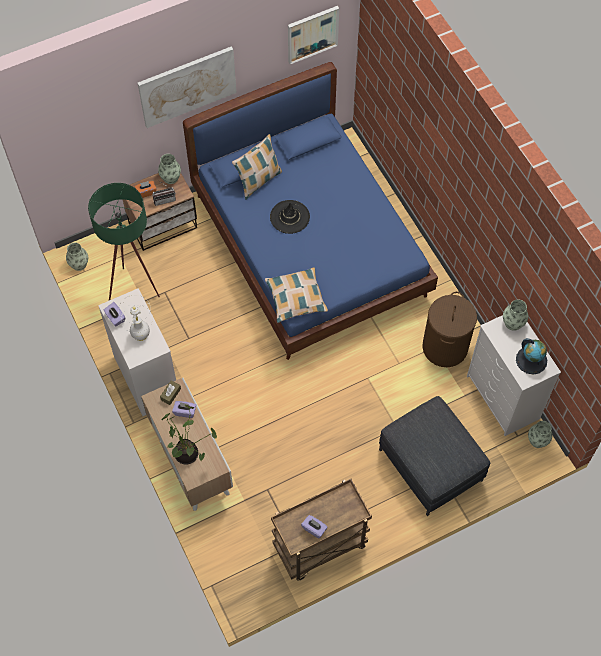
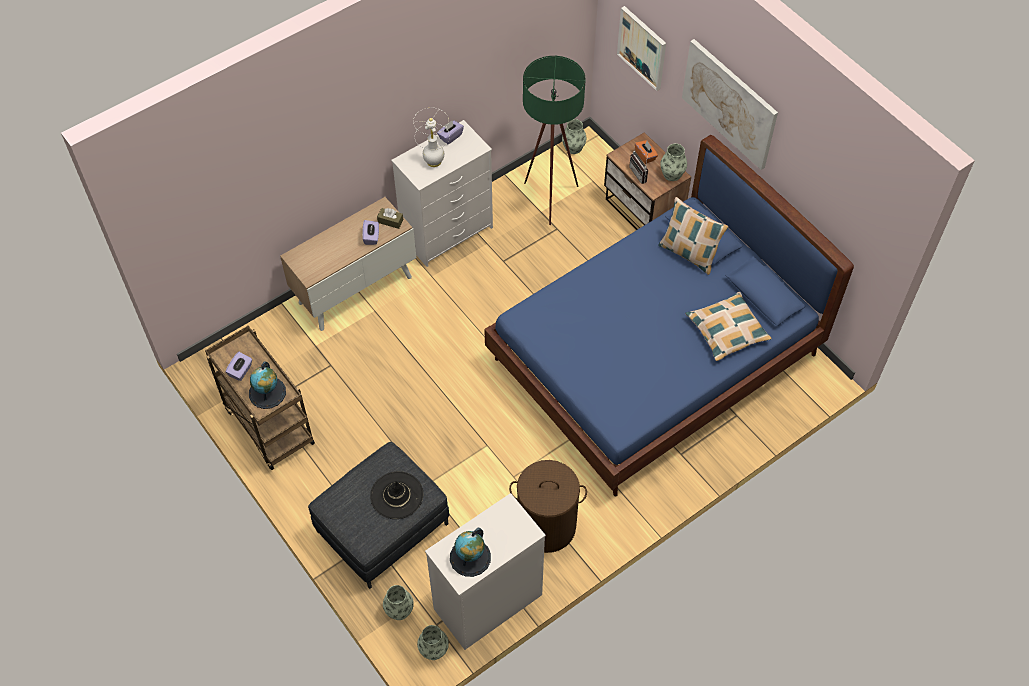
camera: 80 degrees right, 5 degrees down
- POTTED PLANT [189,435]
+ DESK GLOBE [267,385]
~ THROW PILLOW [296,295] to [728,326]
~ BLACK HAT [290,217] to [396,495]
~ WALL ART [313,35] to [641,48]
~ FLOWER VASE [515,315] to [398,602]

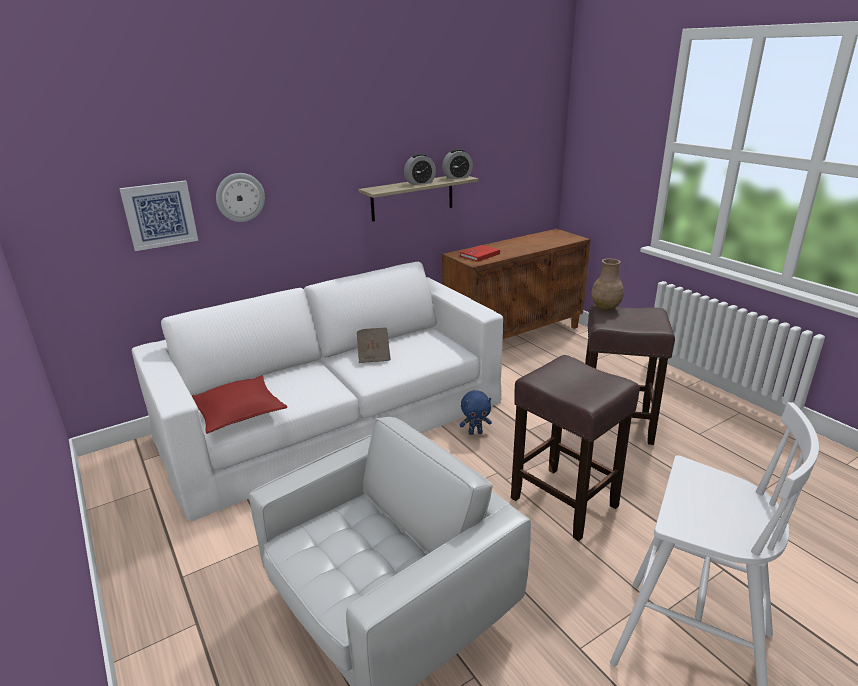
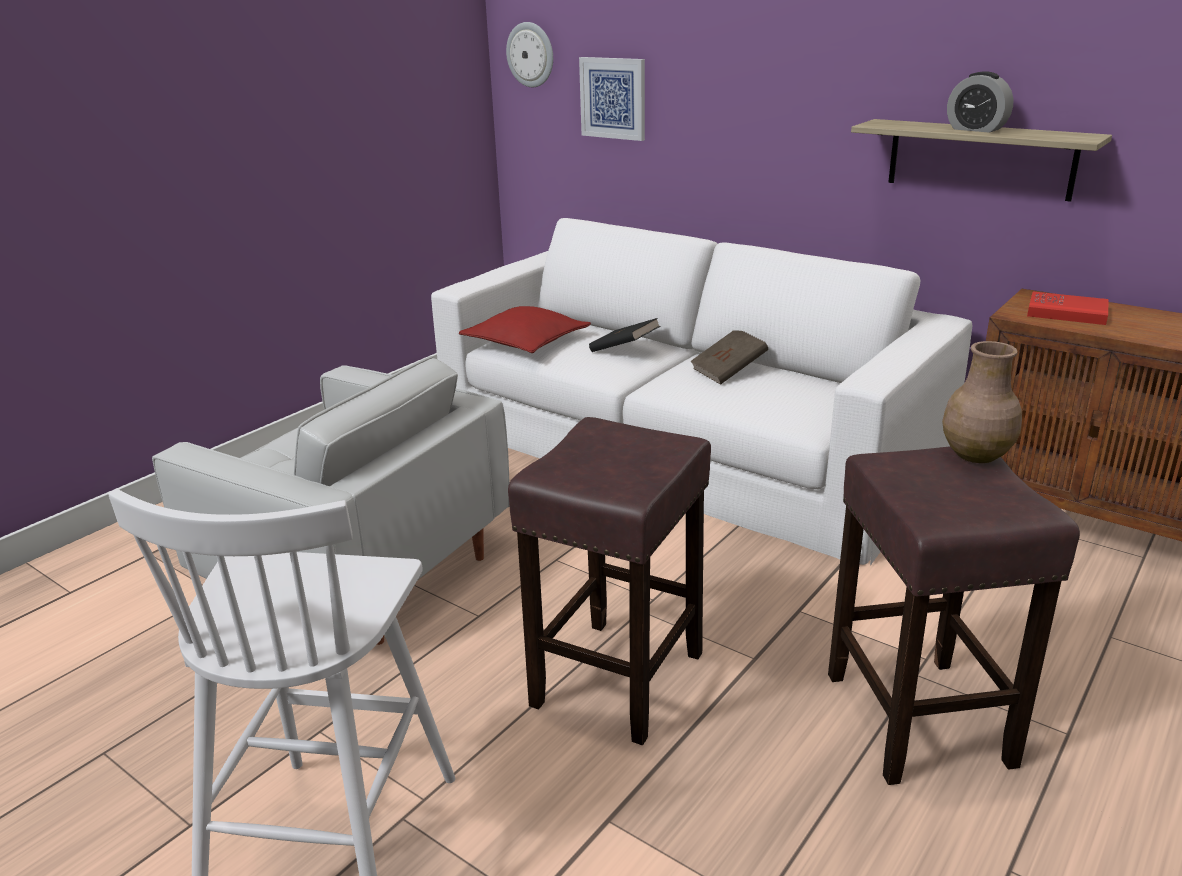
camera: 70 degrees right, 0 degrees up
- TABLE CLOCK [457,164]
- BLUISH PLUSH TOY [475,412]
+ BLACK BOOK [625,335]
~ CLOCK ON THE WALL [240,197] to [529,54]

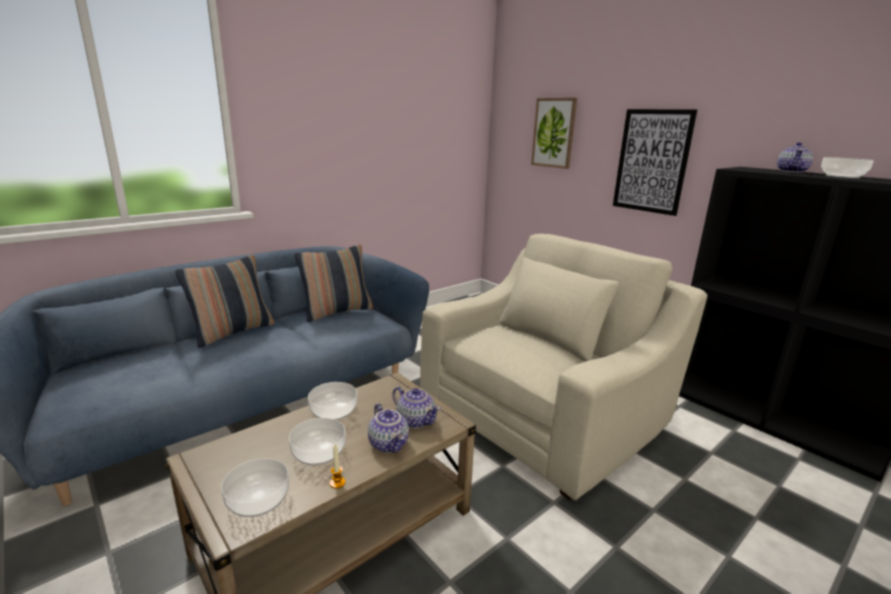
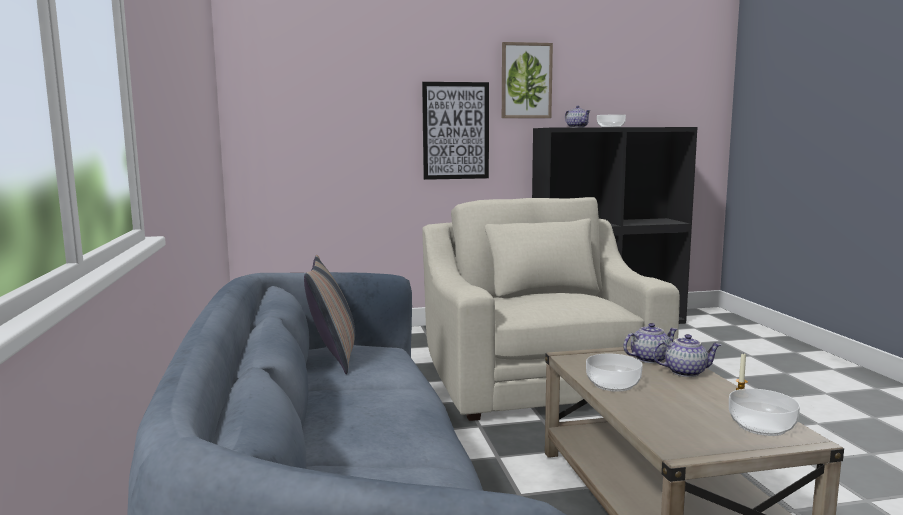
camera: 60 degrees left, 10 degrees down
- THROW PILLOW [224,301]
- SERVING BOWL [317,442]
~ WALL ART [554,133] to [527,80]

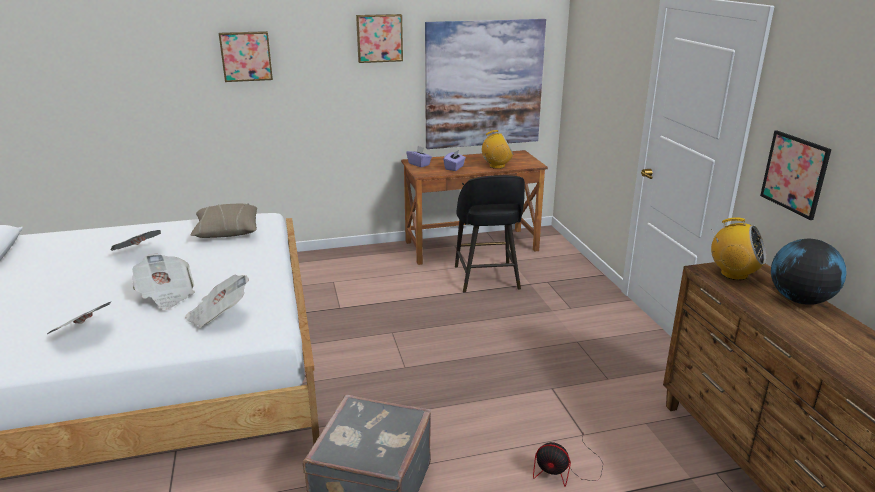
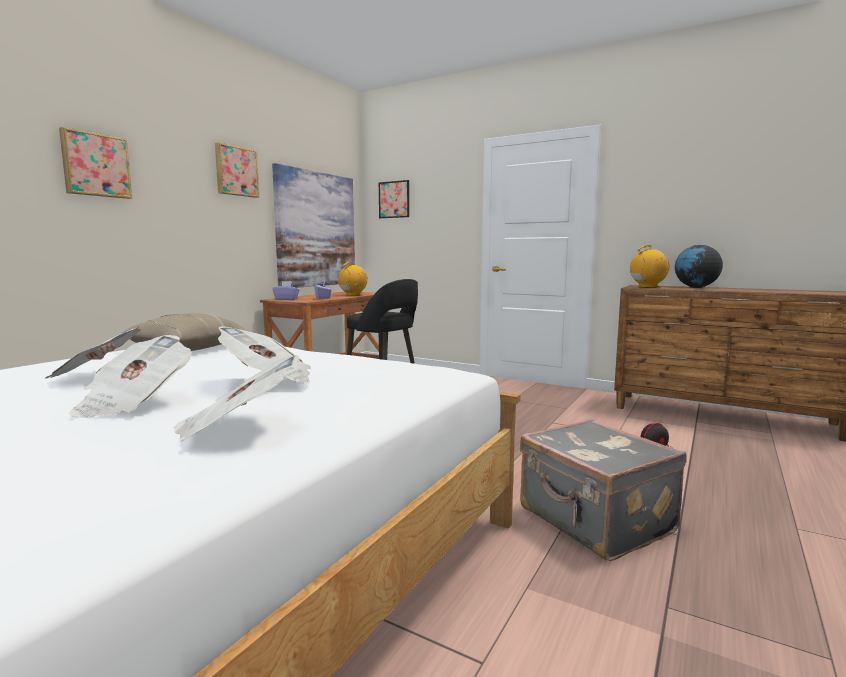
camera: 45 degrees left, 15 degrees down
~ DAILY PAPER [217,301] to [130,376]
~ WALL ART [796,175] to [394,199]

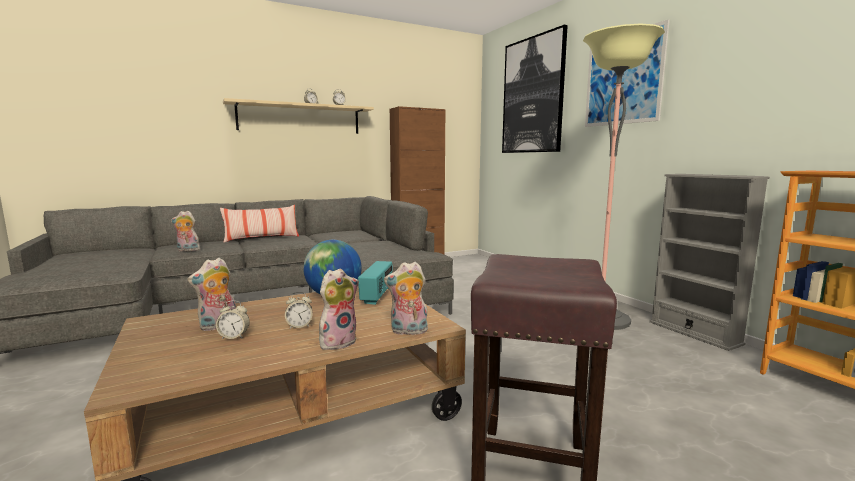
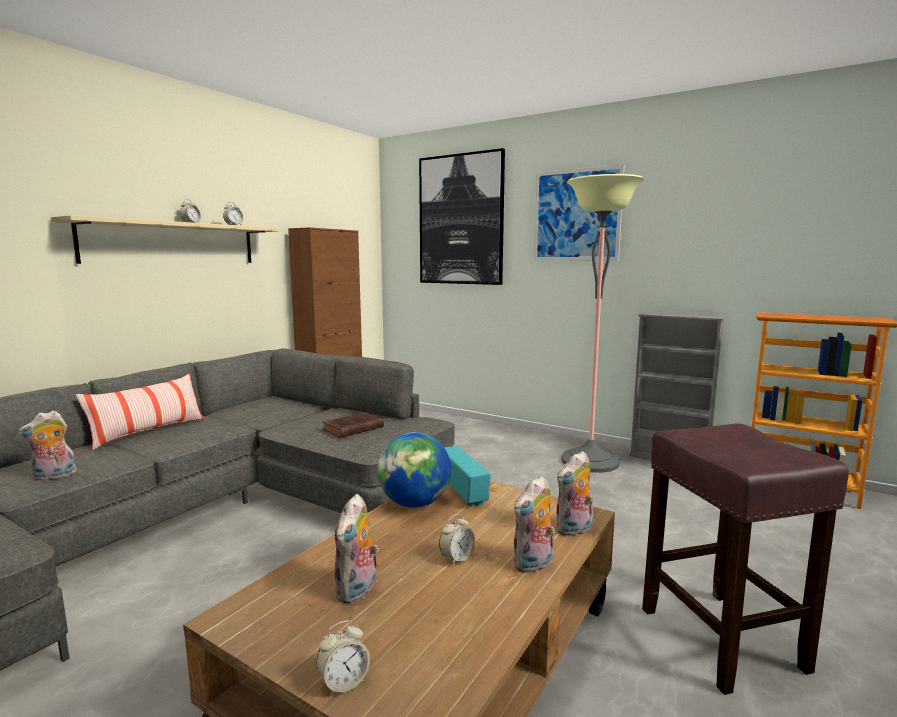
camera: 30 degrees left, 0 degrees up
+ BROWNISH BOOK [353,425]
~ TABLE CLOCK [233,319] to [343,658]
~ PLUSH TOY [339,309] = [534,524] 150 degrees counterclockwise

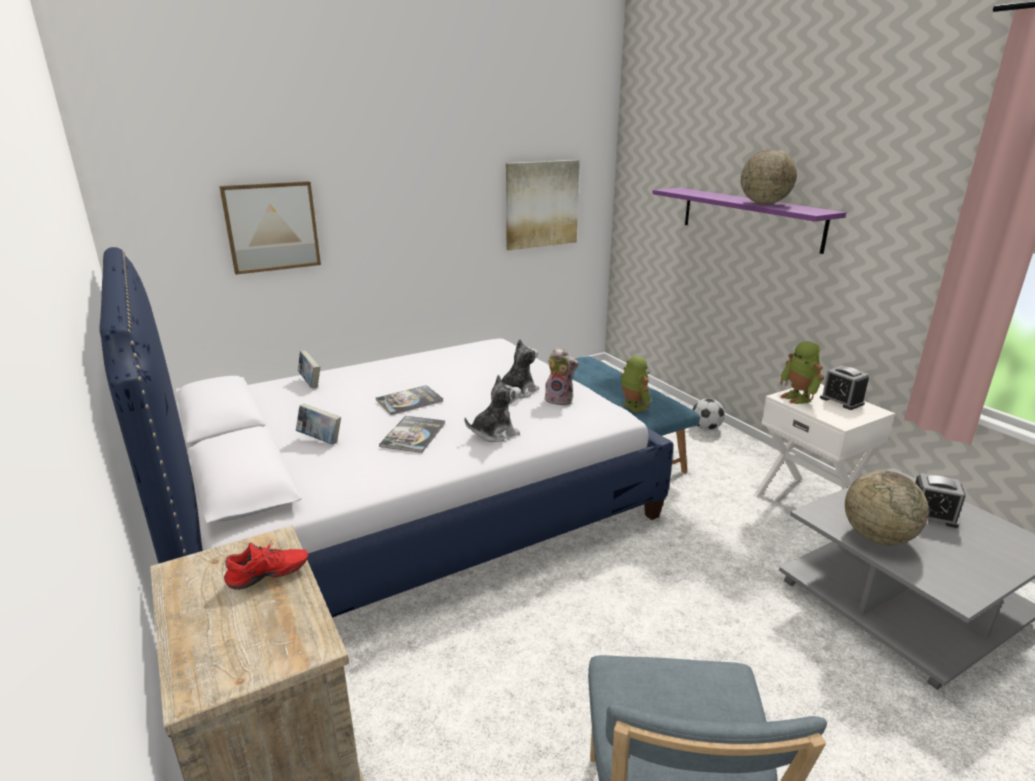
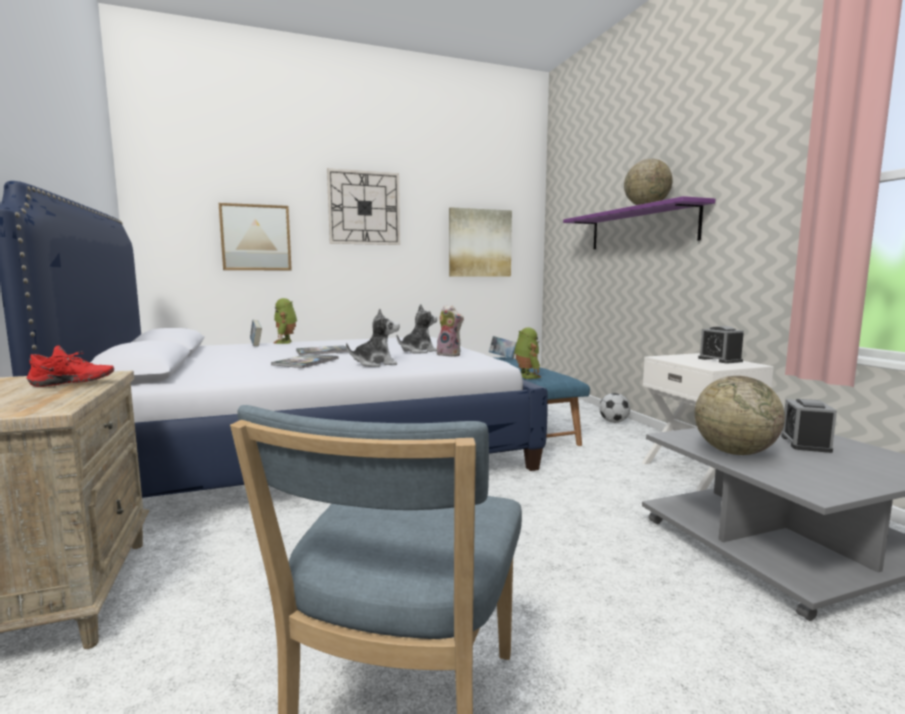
camera: 10 degrees right, 15 degrees down
+ CLOCK ON THE WALL [363,206]
~ BOOK [318,424] to [503,347]
~ ROBOT FIGURE [802,372] to [285,321]
~ TABLE CLOCK [940,500] = [809,426] 75 degrees clockwise

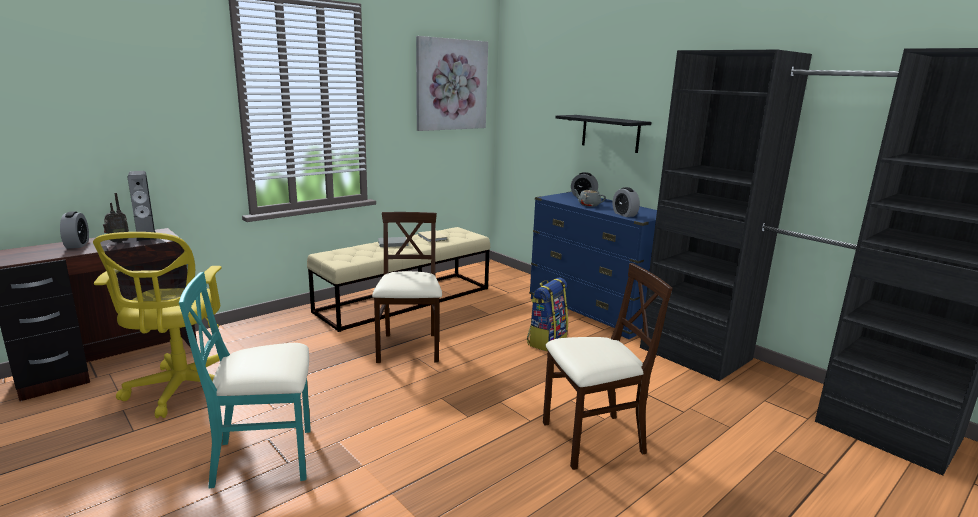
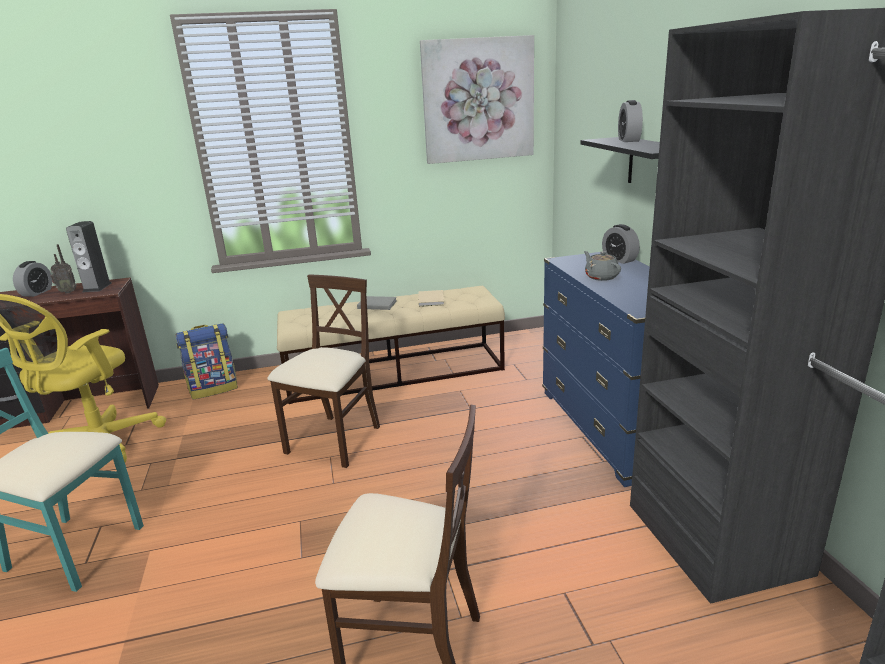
camera: 30 degrees right, 5 degrees up
~ KNAPSACK [547,315] to [207,361]
~ TABLE CLOCK [626,202] to [630,121]

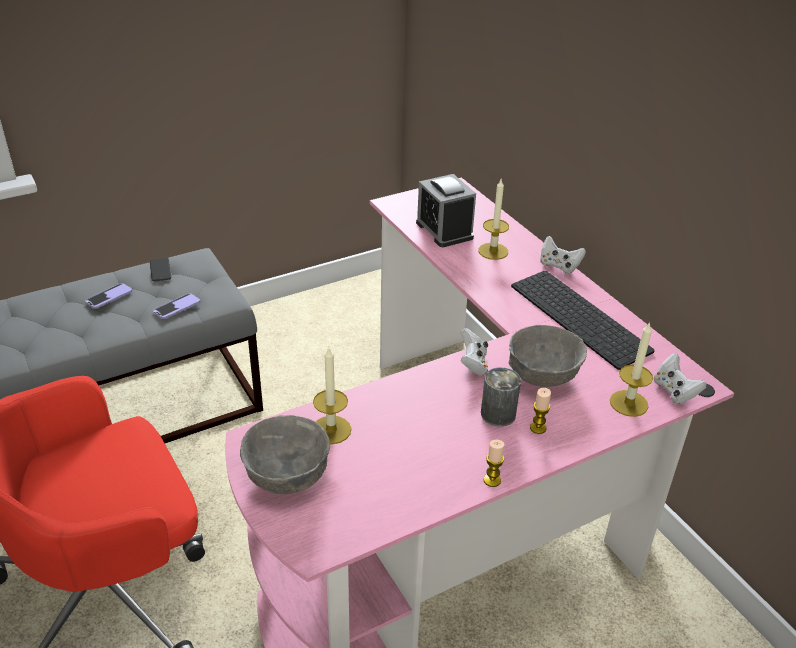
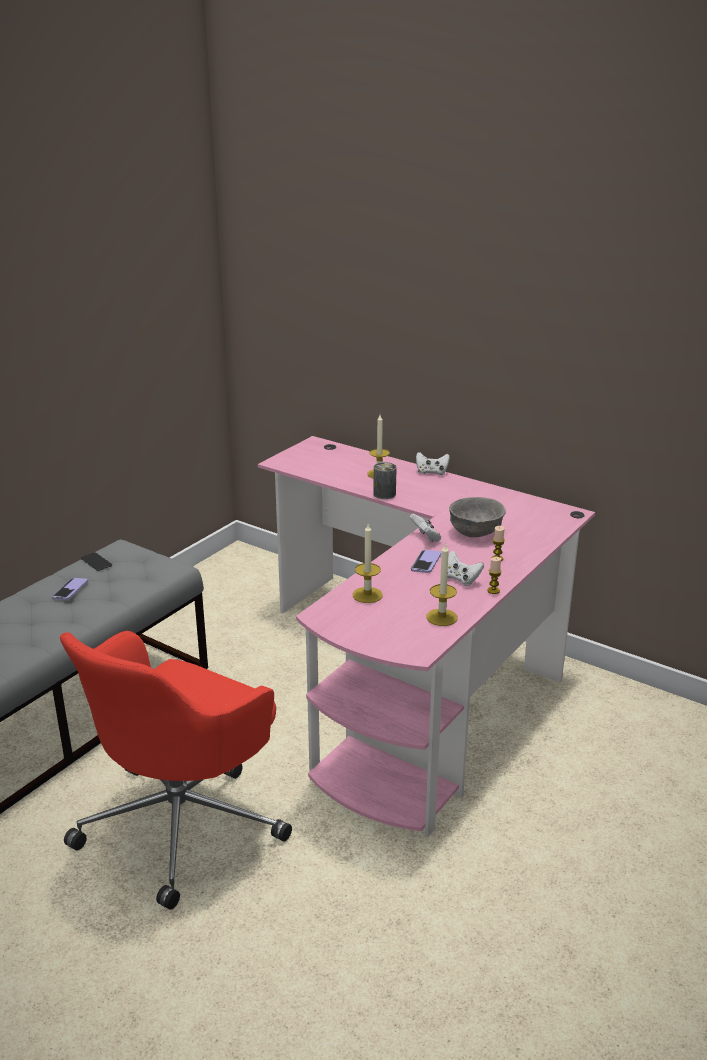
camera: 25 degrees left, 10 degrees down
- GRAY SERVING BOWL [285,454]
- TABLE CLOCK [446,210]
- KEYBOARD [583,320]
~ PHONE [176,306] to [426,561]
~ CAN [501,396] to [385,480]
~ CANDLE [631,369] to [442,584]
~ WHITE GAMEPAD [680,378] to [465,568]

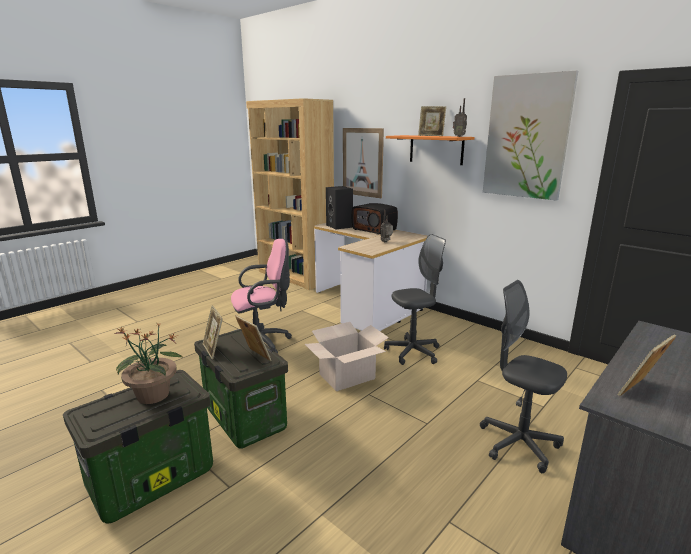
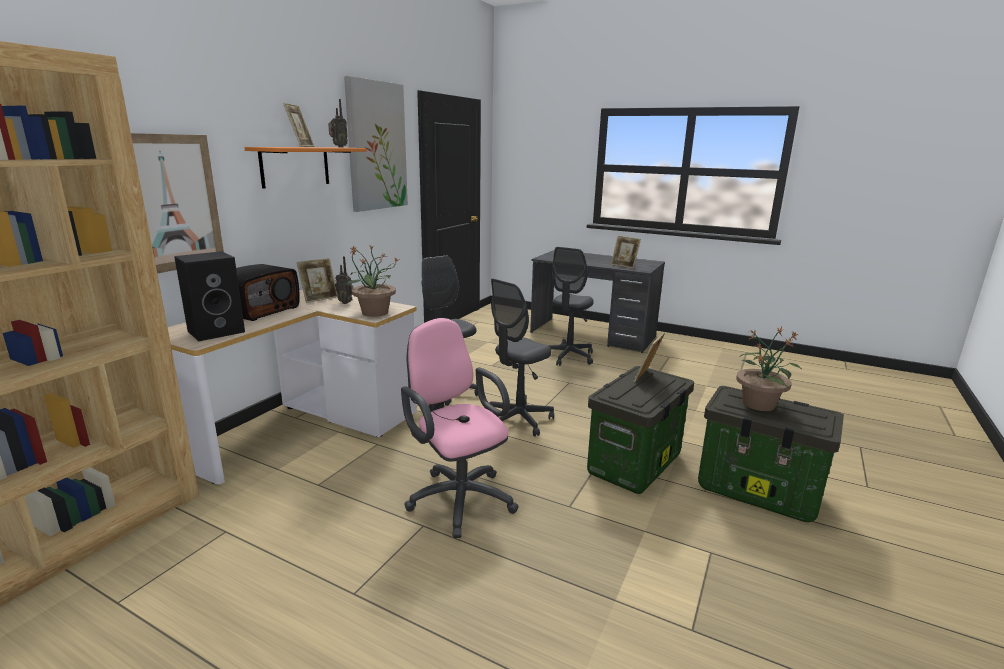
camera: 105 degrees left, 0 degrees up
+ POTTED PLANT [372,281]
~ PHOTO FRAME [212,332] to [317,280]
~ PACKING BOX [347,356] to GRAY DESK CHAIR [522,358]

